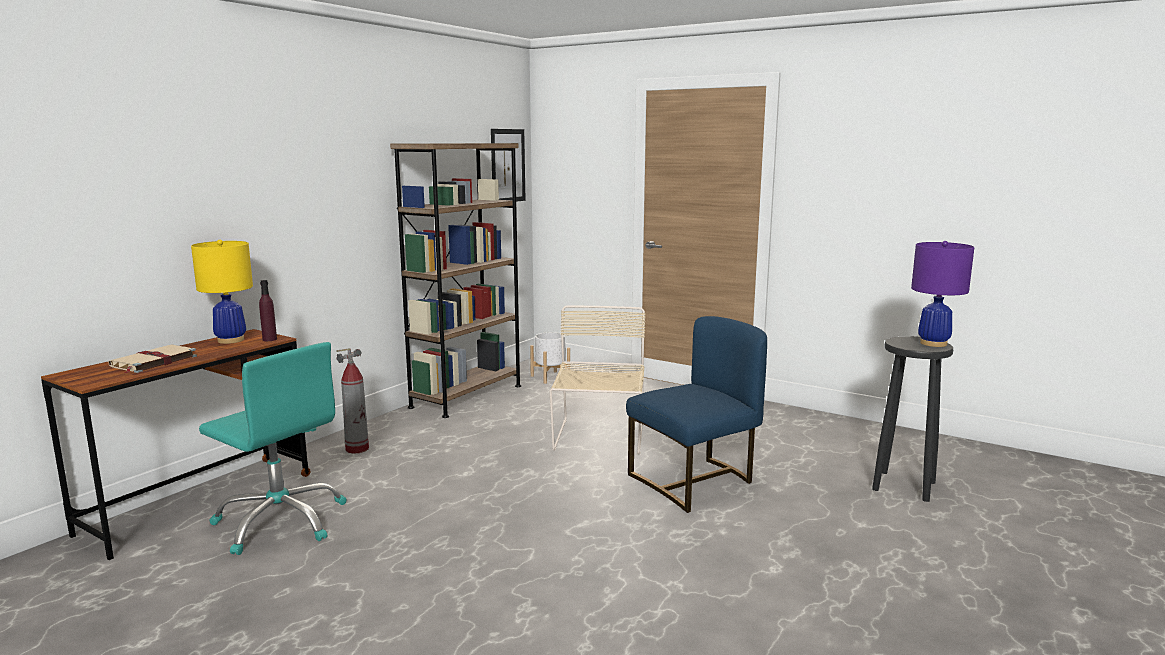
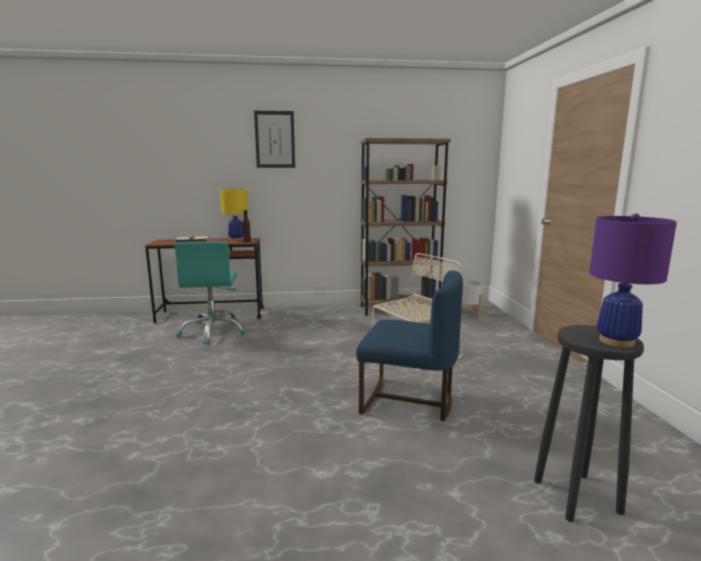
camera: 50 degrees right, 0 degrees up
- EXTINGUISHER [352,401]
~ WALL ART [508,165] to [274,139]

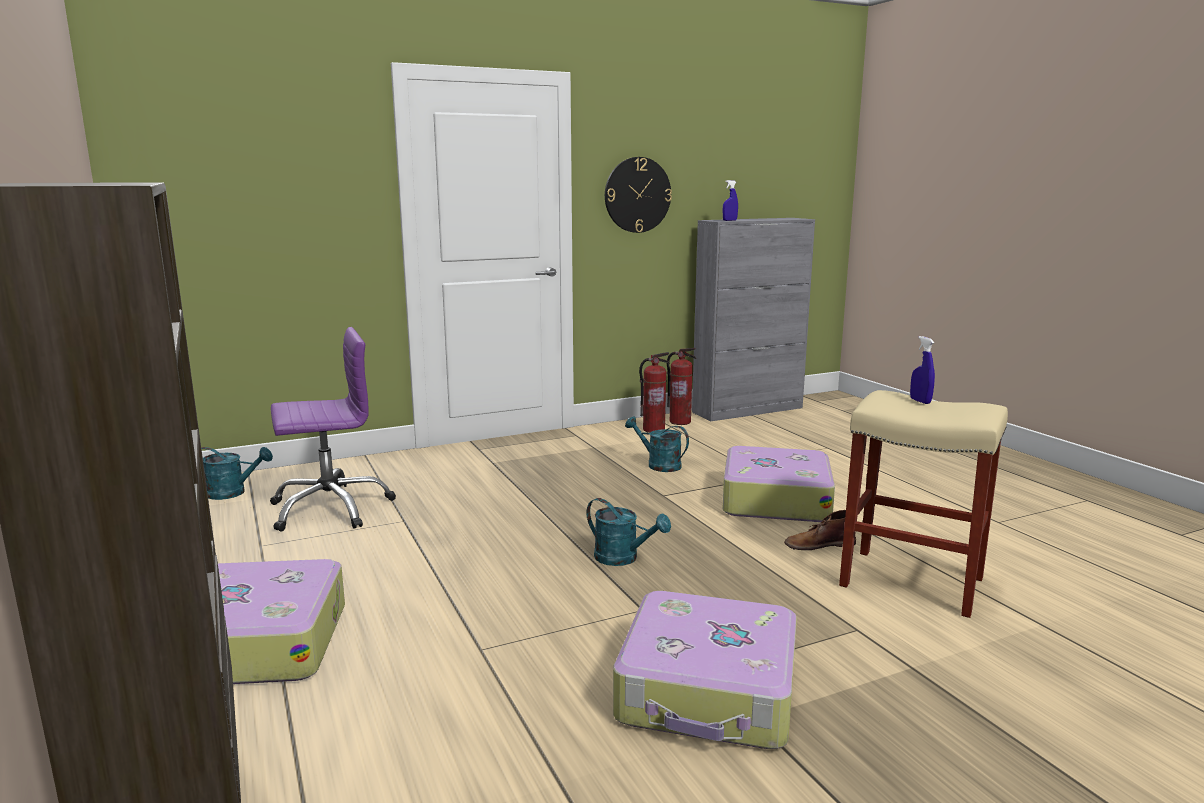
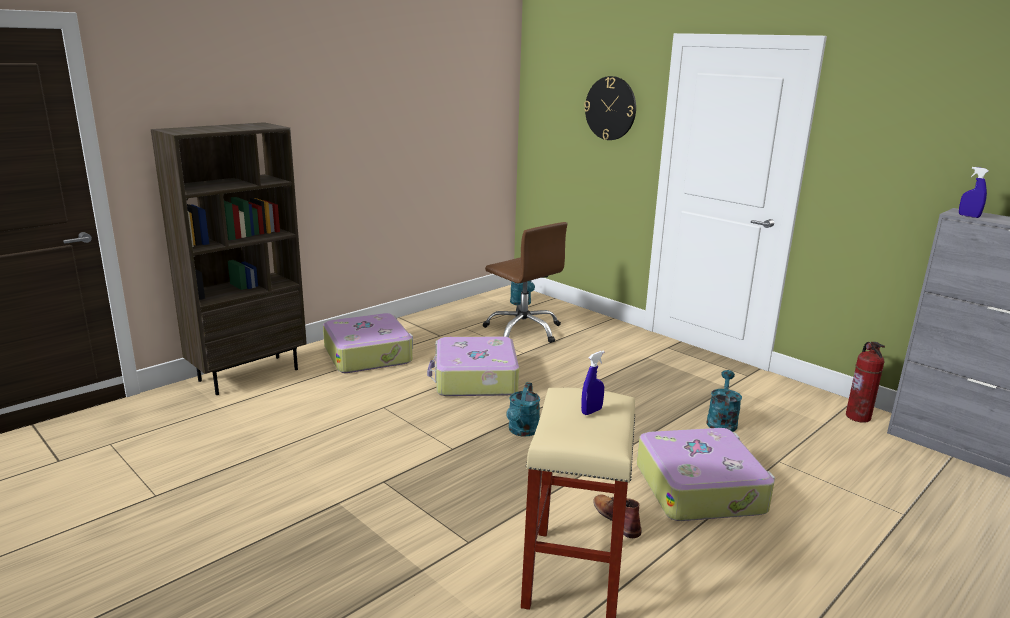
camera: 70 degrees right, 5 degrees up
- EXTINGUISHER [654,392]
~ CLOCK ON THE WALL [638,195] to [610,108]
~ TRAVEL CASE [705,670] to [473,366]
~ PURPLISH DESK CHAIR [333,429] to BROWNISH DESK CHAIR [525,282]

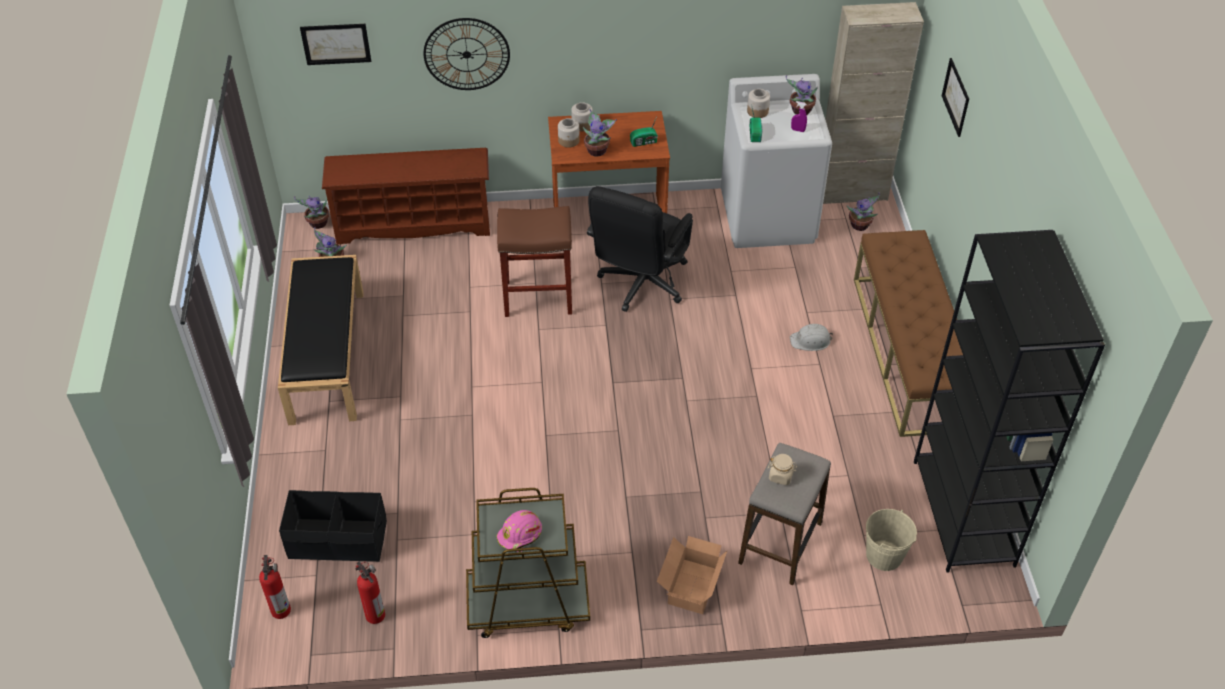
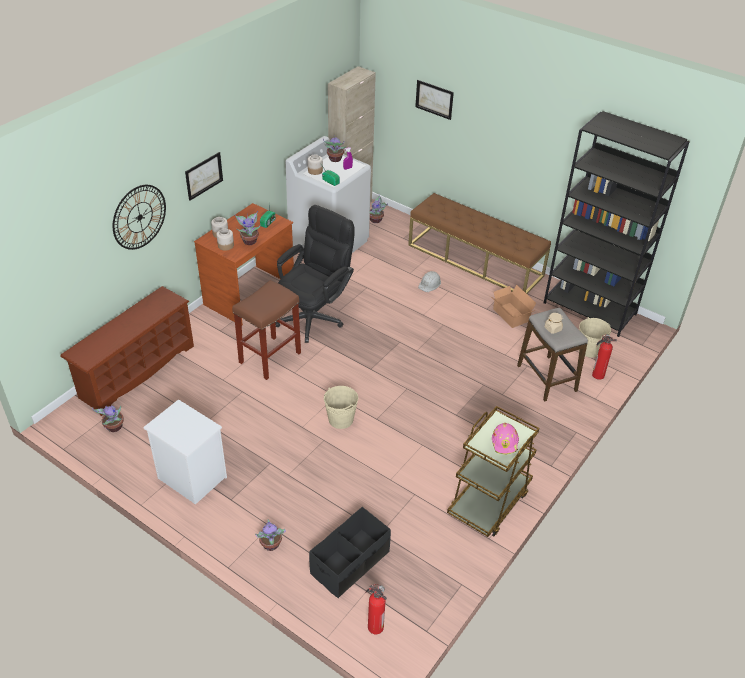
camera: 50 degrees left, 5 degrees down
+ BEIGE-COLOURED BUCKET [341,407]
~ POTTED PLANT [311,212] to [270,535]
~ WALL ART [335,44] to [204,176]
~ EXTINGUISHER [370,592] to [604,357]
~ PACKING BOX [692,575] to [513,306]
~ BLACK INDOOR BENCH [321,340] to WHITE NIGHT TABLE [185,452]
~ BLACK DESK CHAIR [640,249] = [315,274] 120 degrees counterclockwise

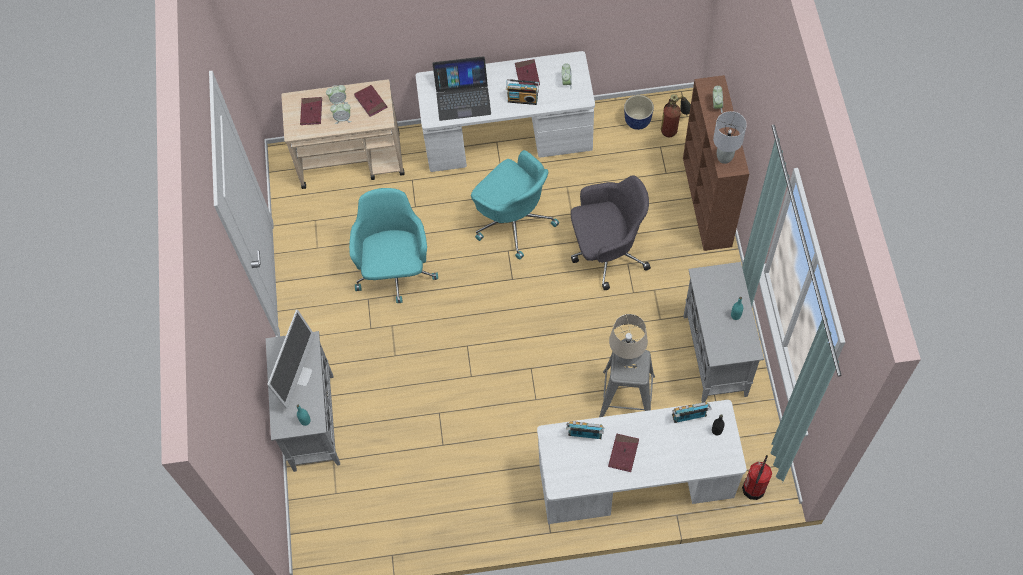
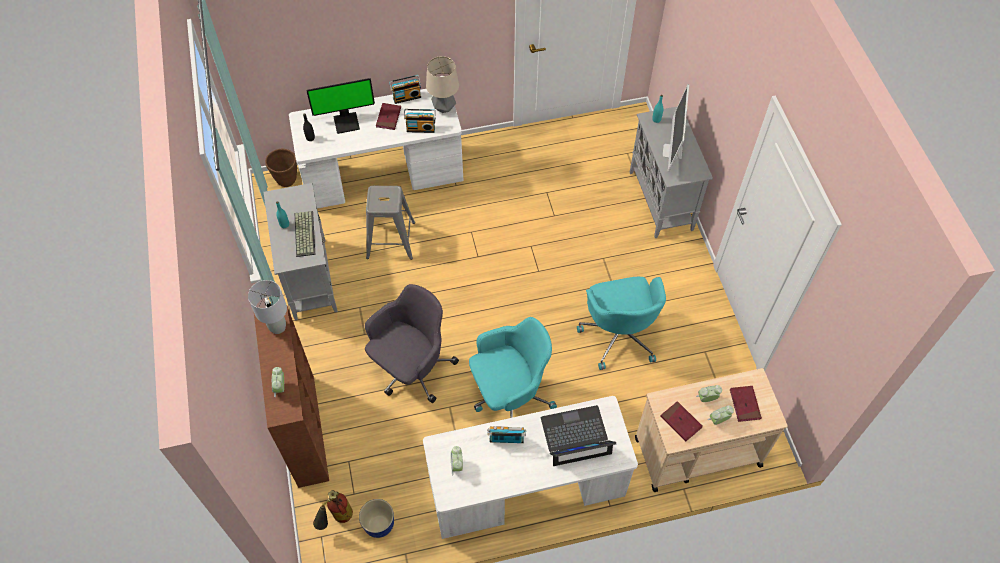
camera: 170 degrees right, 5 degrees down
- REDDISH BOOK [527,72]
+ KEYBOARD [305,234]
+ COMPUTER SCREEN [341,106]
~ TABLETOP LAMP [628,340] to [442,84]
~ RADIO [692,412] to [405,89]
~ EXTINGUISHER [757,477] to BROWNISH FLOWER POT [281,168]
~ TURQUOISE-COLOURED DESK CHAIR [515,205] = [513,367] 120 degrees clockwise
~ GRAY DESK CHAIR [611,232] = [412,343] 150 degrees clockwise

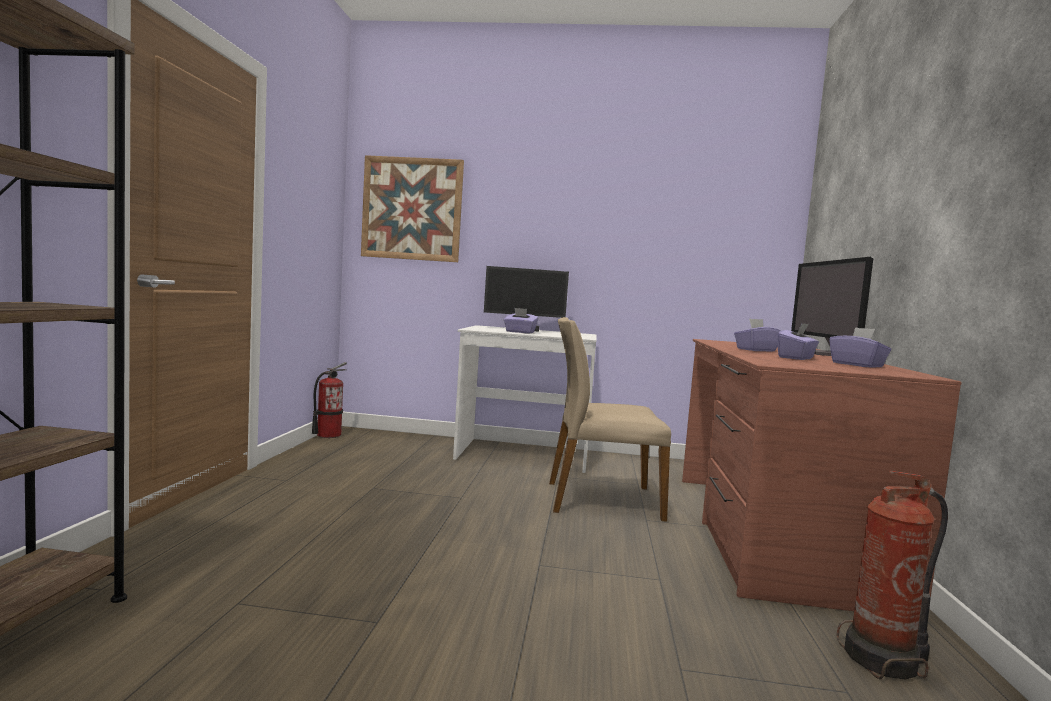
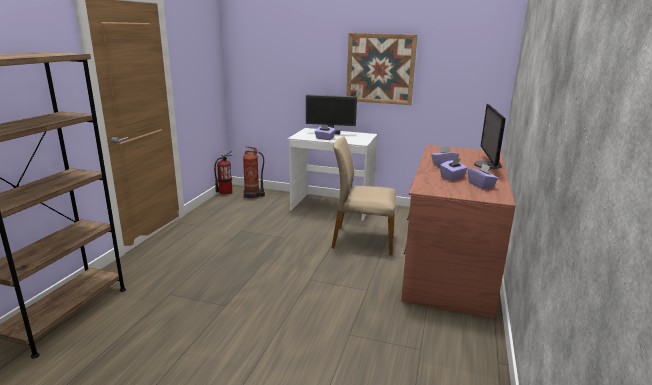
camera: 10 degrees right, 15 degrees up
~ WALL ART [412,208] to [381,69]
~ EXTINGUISHER [892,575] to [254,172]

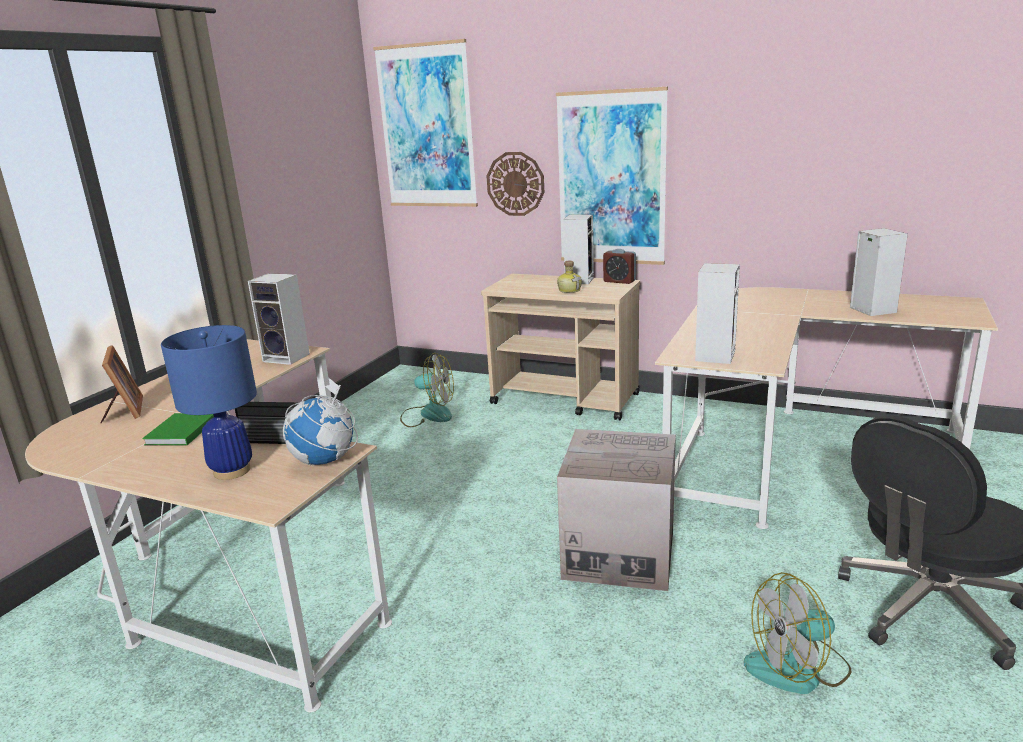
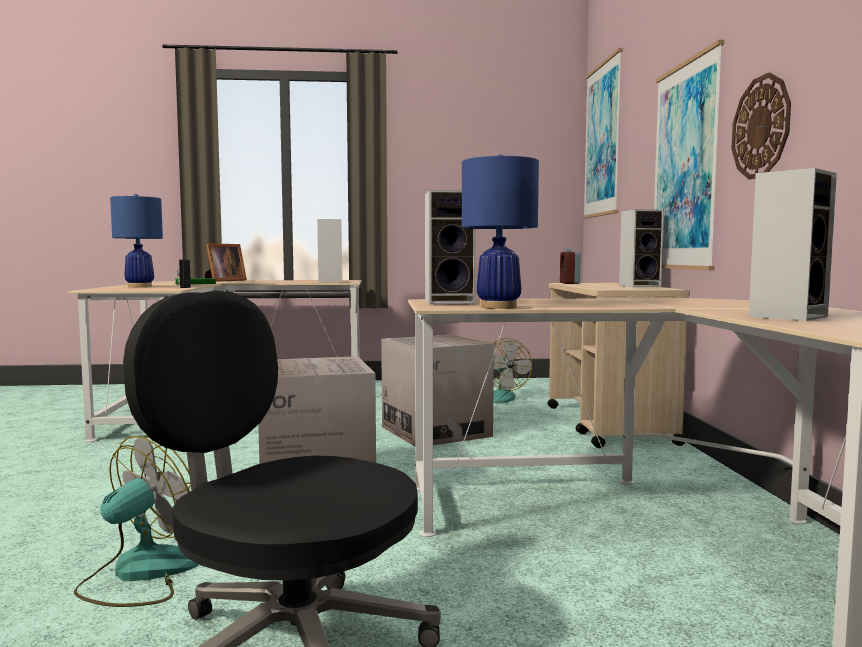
camera: 60 degrees right, 15 degrees down
- DESK GLOBE [320,421]
- BOTTLE [569,277]
+ PACKING BOX [437,390]
+ BLUISH TABLETOP LAMP [500,232]
~ CLOCK ON THE WALL [516,184] to [761,126]
~ TABLE CLOCK [619,266] to [570,266]
~ COOLING FAN [798,633] = [136,521] 75 degrees clockwise

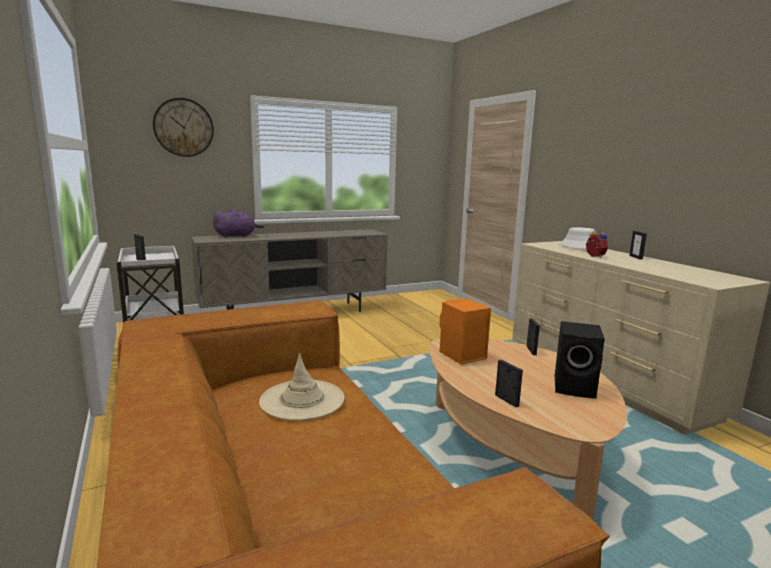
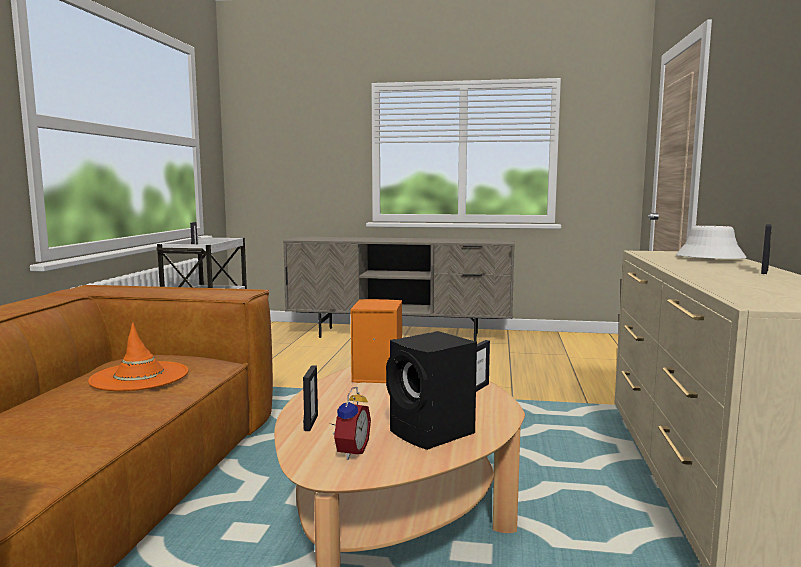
camera: 35 degrees right, 5 degrees down
- CLOCK ON THE WALL [183,127]
- PURPLISH PLUSH TOY [238,223]
~ TABLE CLOCK [597,243] to [351,423]
~ BEIGE-COLOURED HAT [302,387] to ORANGE-COLOURED HAT [138,356]

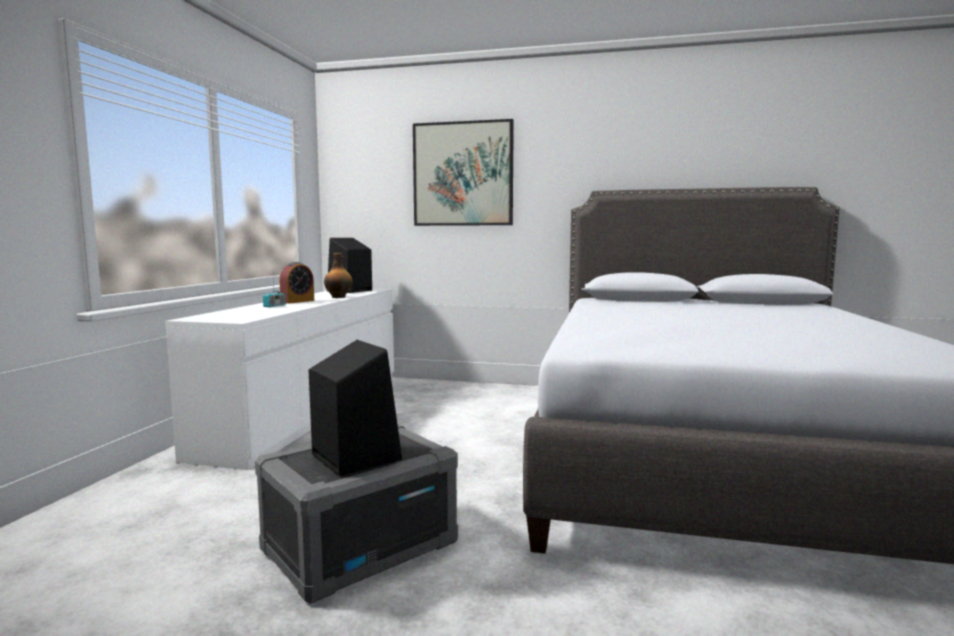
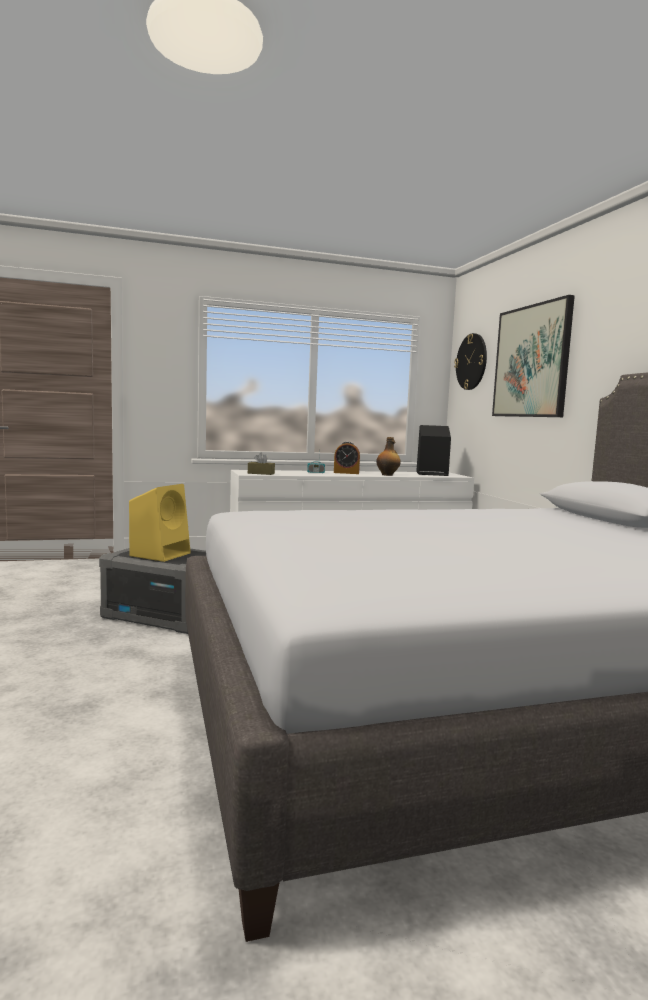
camera: 60 degrees right, 0 degrees up
+ BROWNISH BOX OF TISSUES [261,463]
+ CLOCK ON THE WALL [470,361]
~ BLACK SPEAKER [355,408] to YELLOWISH SPEAKER [160,523]

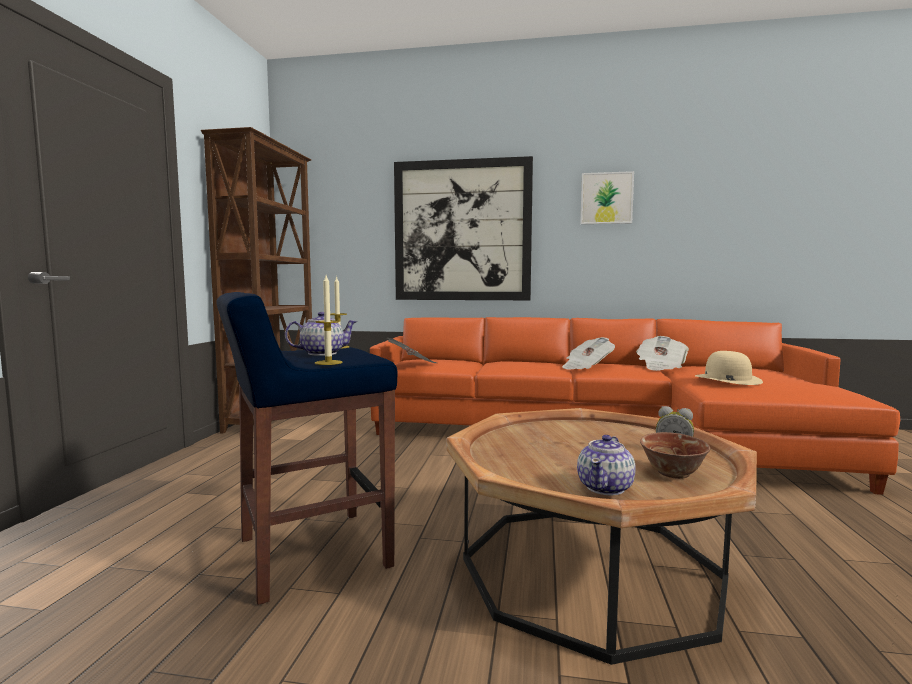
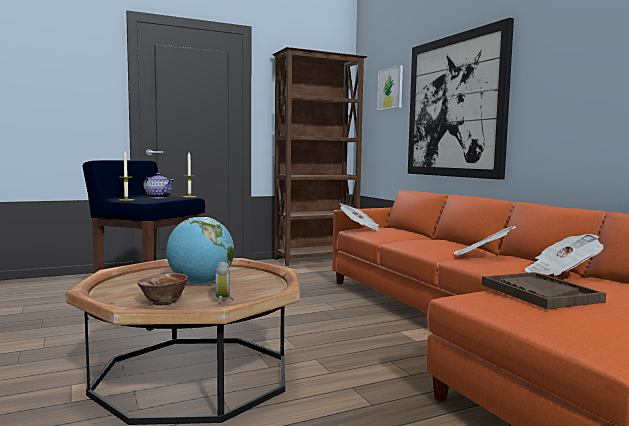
camera: 55 degrees right, 0 degrees up
- TEA POT [606,465]
+ DESK GLOBE [200,250]
~ WALL ART [607,197] to [390,87]
~ BEIGE-COLOURED HAT [729,368] to BROWNISH TRAY [544,290]

